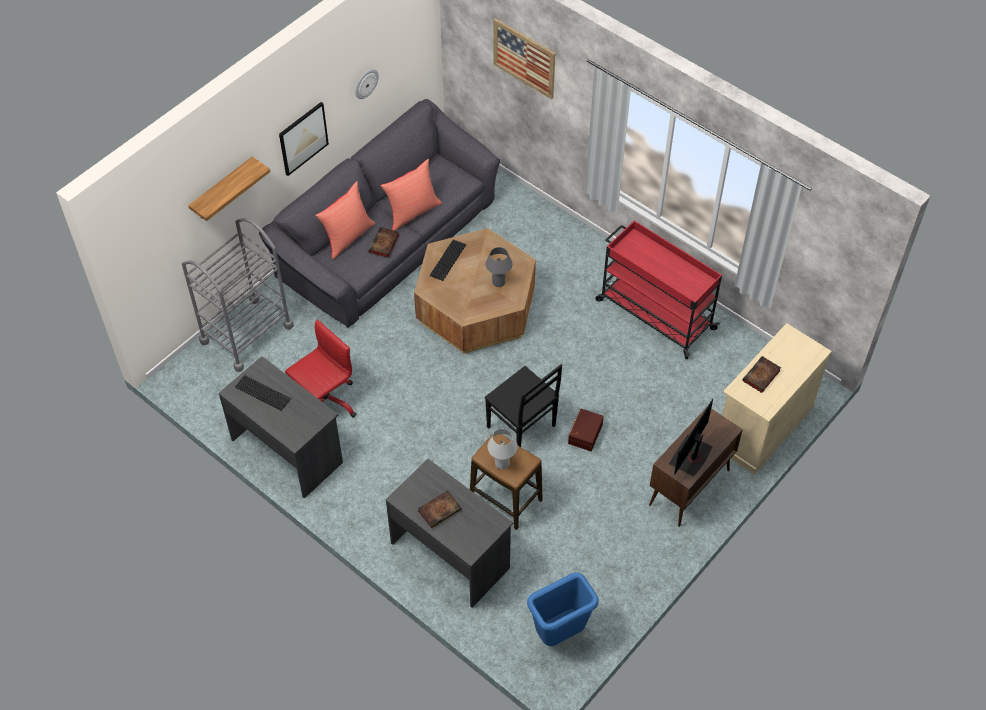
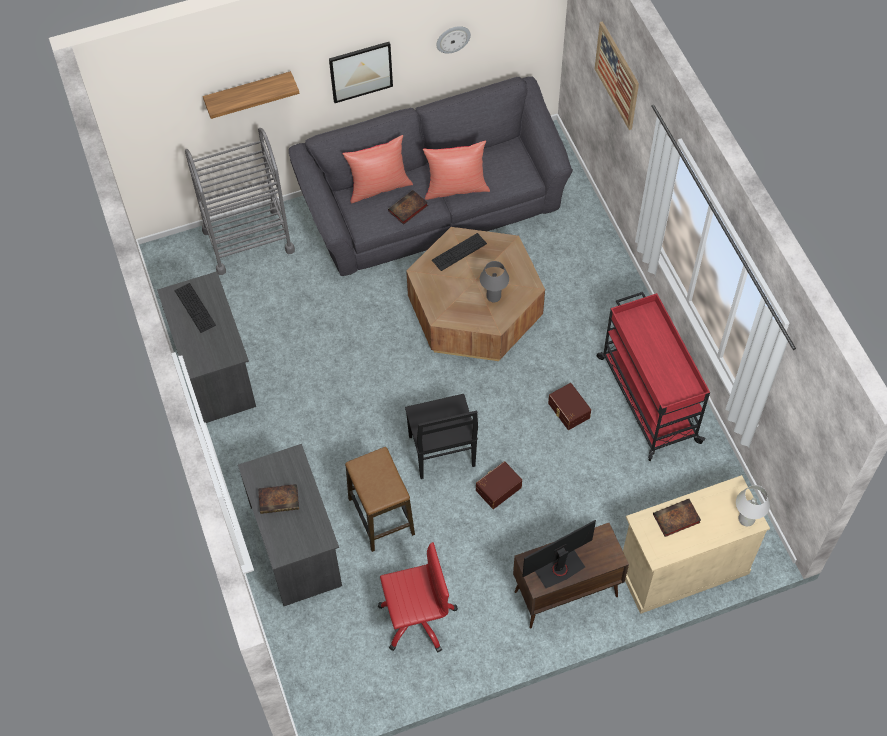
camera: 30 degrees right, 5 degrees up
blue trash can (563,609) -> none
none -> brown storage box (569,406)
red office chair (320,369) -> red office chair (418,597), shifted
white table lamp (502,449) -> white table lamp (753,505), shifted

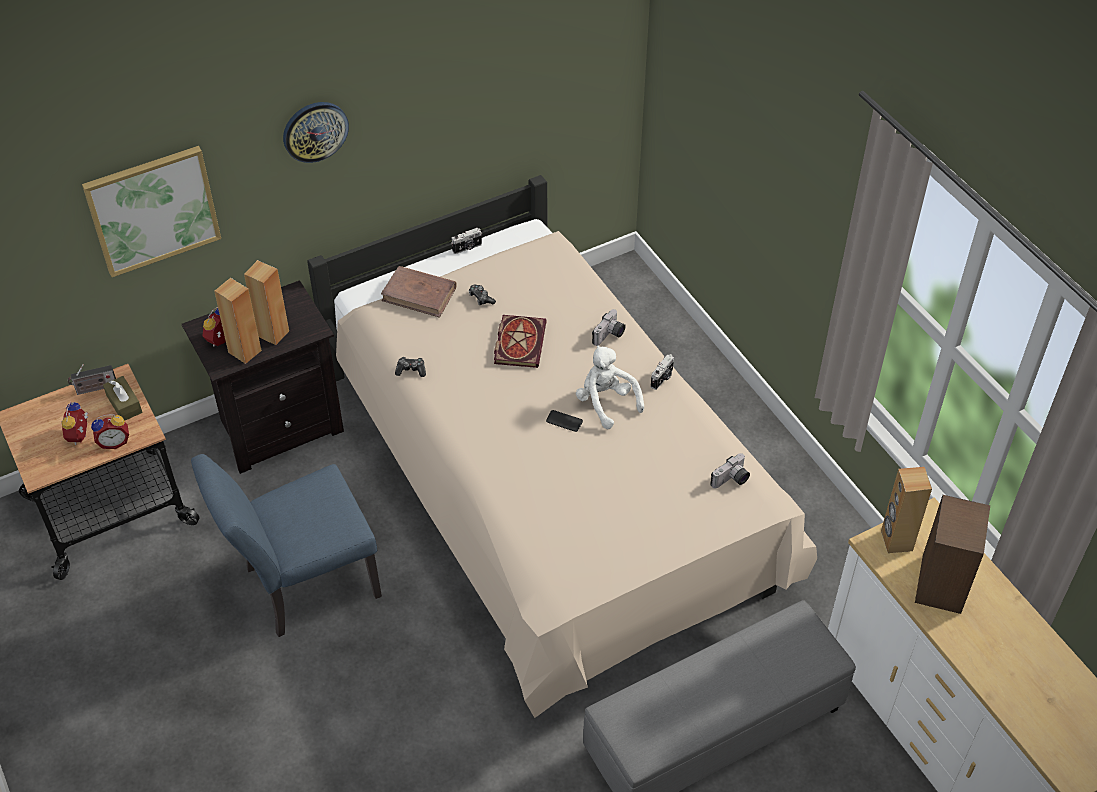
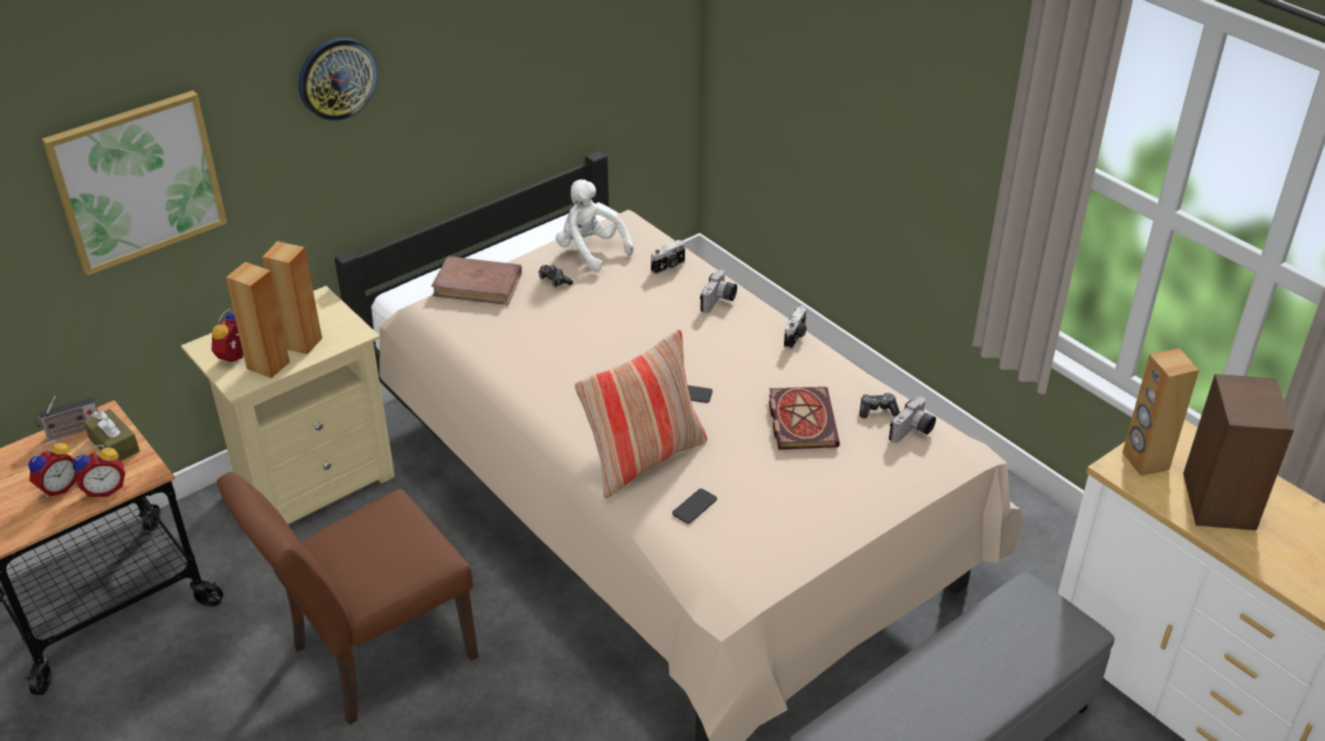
camera: 10 degrees left, 10 degrees down
none -> pillow (641,414)
none -> phone (694,506)
game controller (410,367) -> game controller (879,405), shifted
photo camera (466,241) -> photo camera (668,257), shifted
book (520,341) -> book (804,418), shifted
white plush toy (610,387) -> white plush toy (594,225), shifted
black nightstand (263,377) -> beige nightstand (288,405)
blue chair (286,545) -> brown chair (347,598)
alarm clock (74,423) -> alarm clock (52,468), 135 degrees counterclockwise

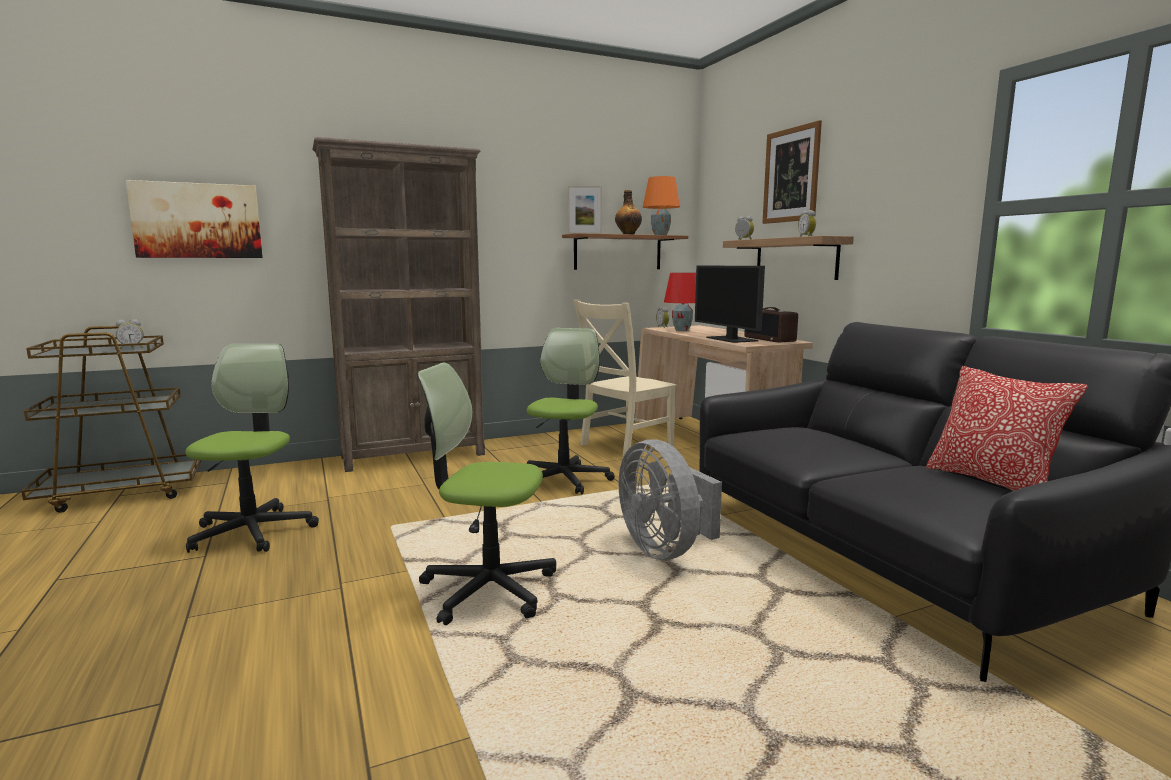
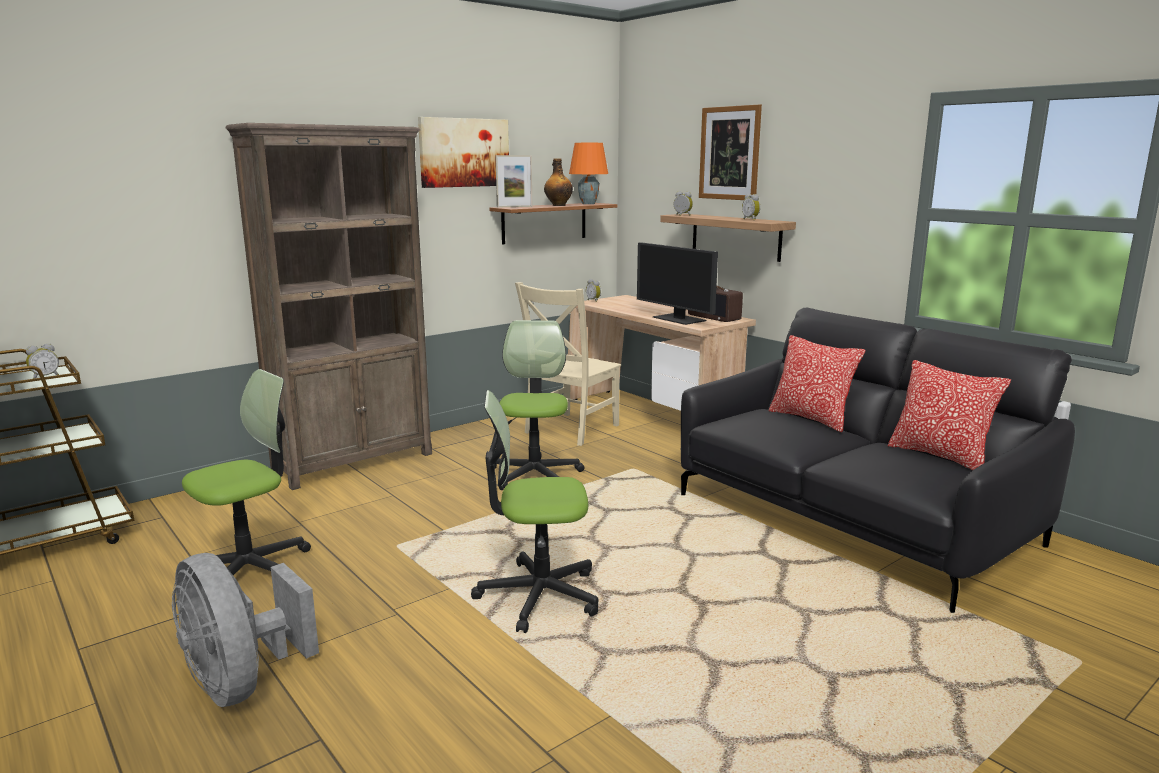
camera: 15 degrees left, 5 degrees up
red table lamp (680,302) -> none
none -> pillow (816,383)
picture (194,219) -> picture (463,152), shifted
grey fan (670,499) -> grey fan (245,630), shifted
office chair (252,448) -> office chair (246,472), 60 degrees clockwise

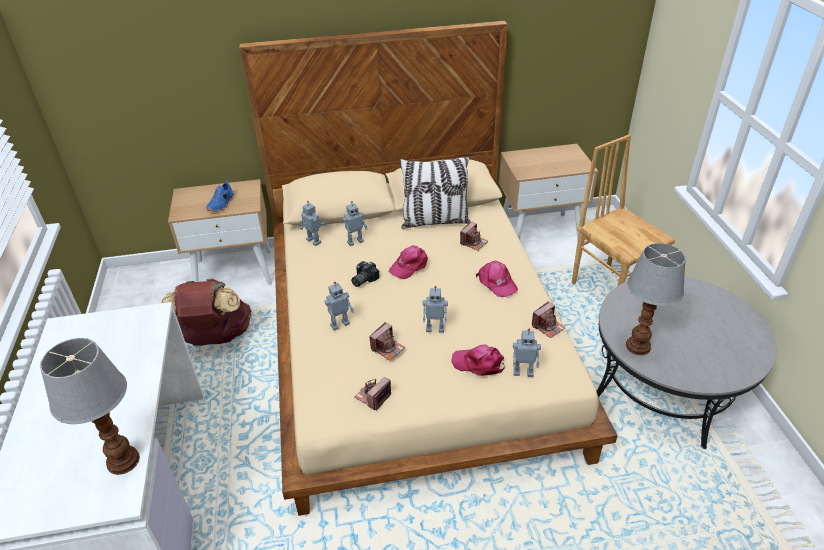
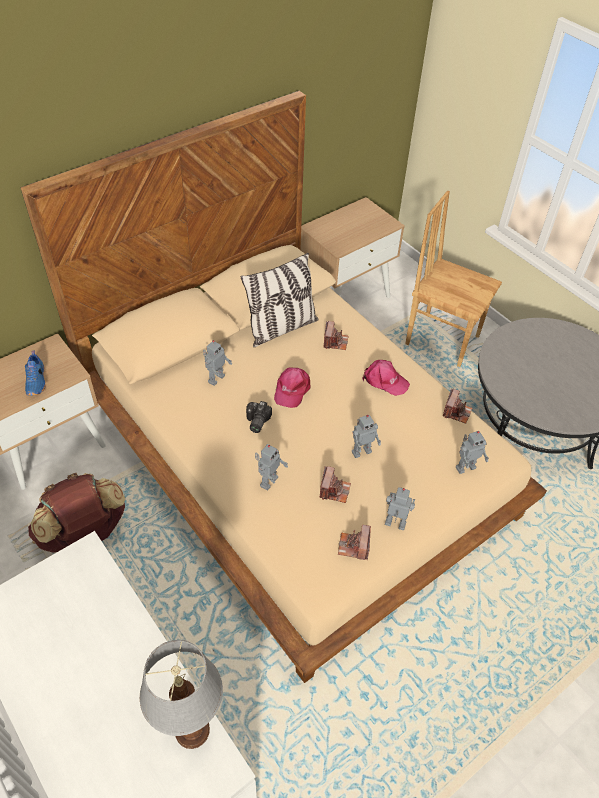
camera: 30 degrees left, 10 degrees up
pink cap (478,360) -> none
table lamp (655,299) -> none
toy robot (312,223) -> toy robot (400,509), shifted

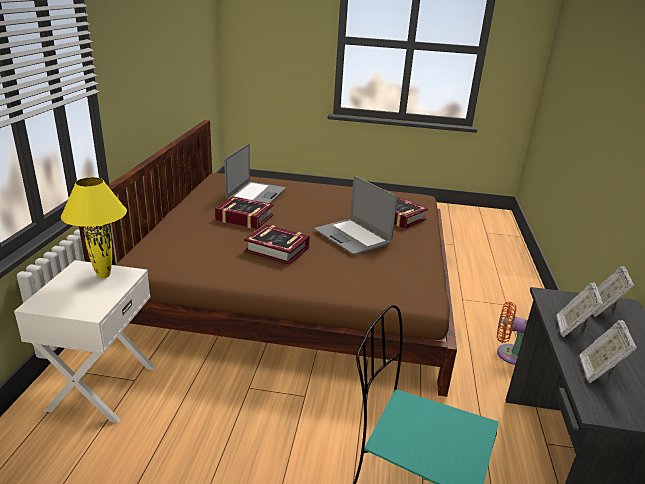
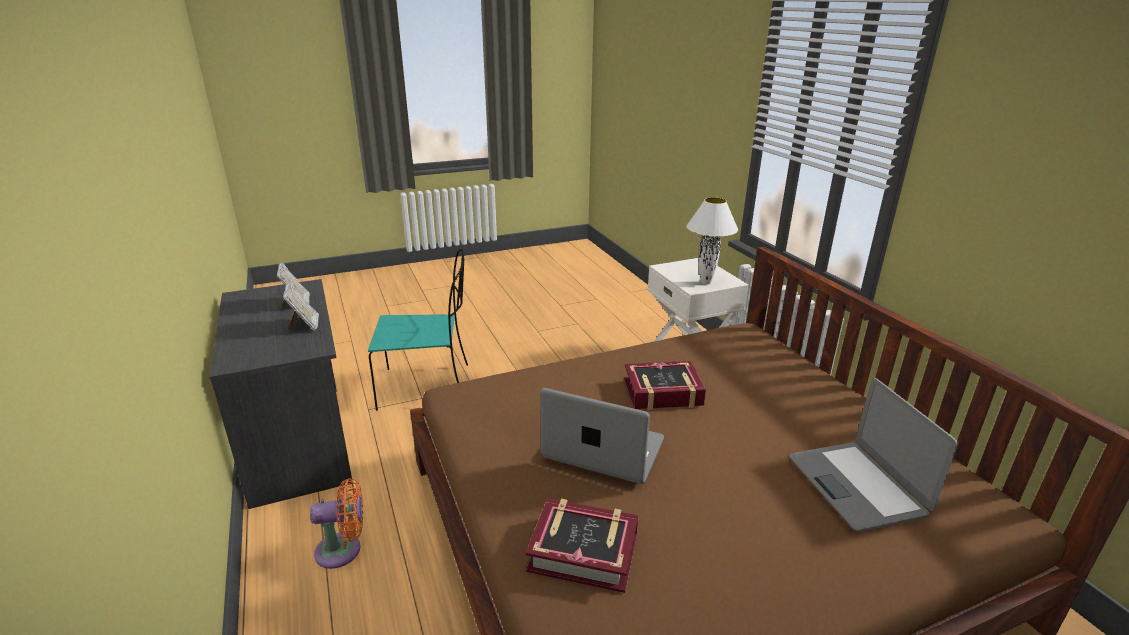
camera: 150 degrees right, 0 degrees up
book (244,212) -> none
picture frame (614,291) -> none
yellow table lamp (94,227) -> white table lamp (712,241)

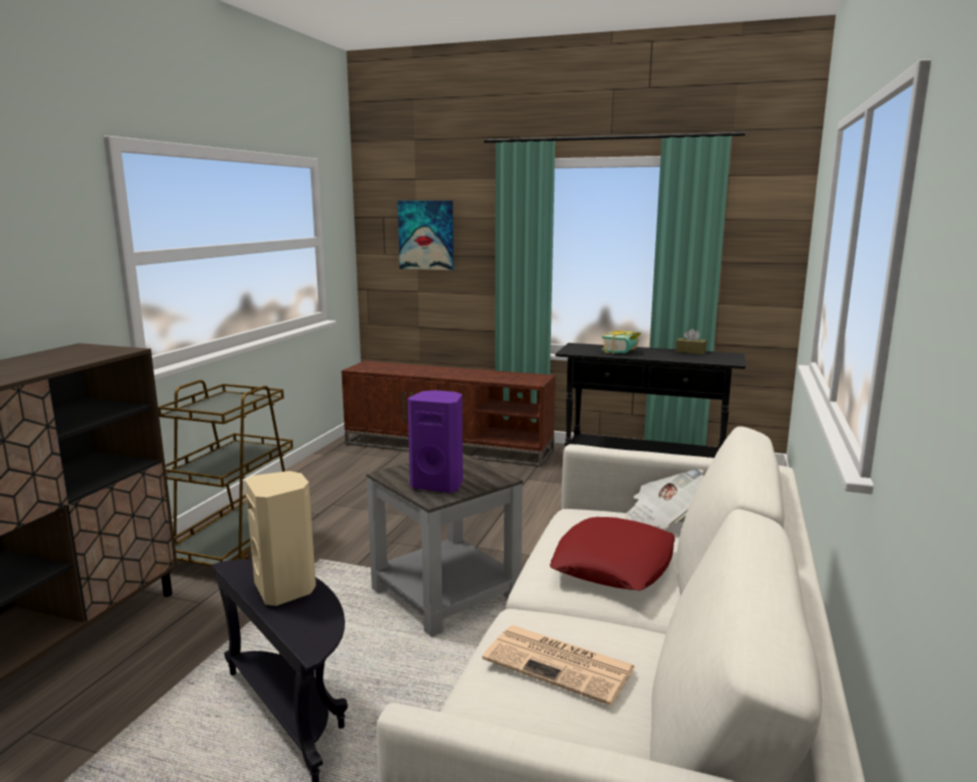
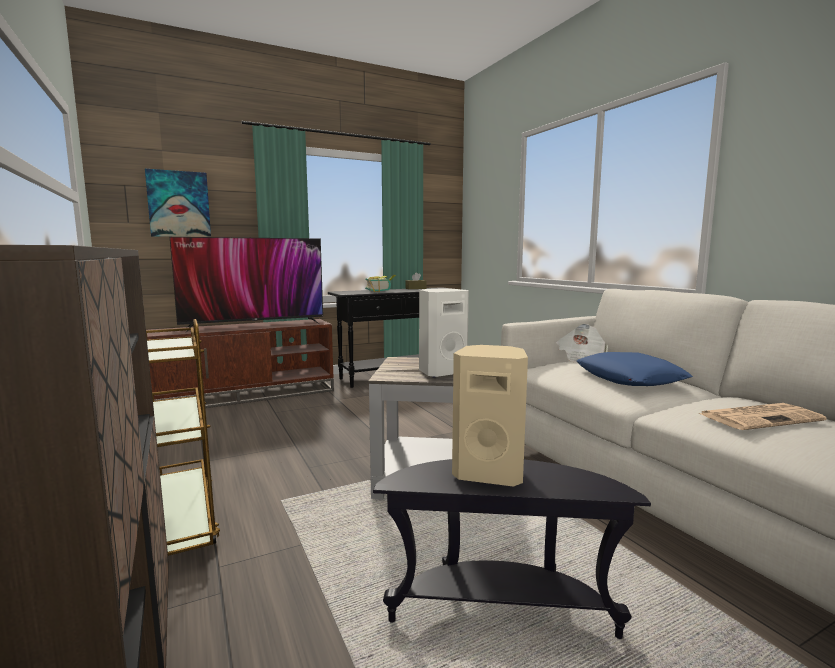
camera: 45 degrees left, 5 degrees down
none -> television (246,285)
purple speaker (435,441) -> white speaker (444,332)
red pillow (612,553) -> blue pillow (634,369)

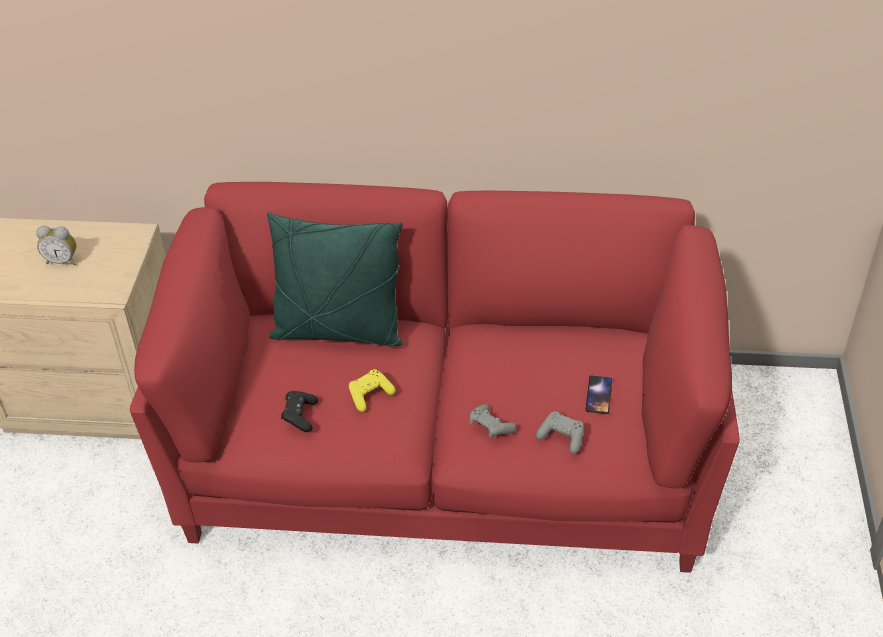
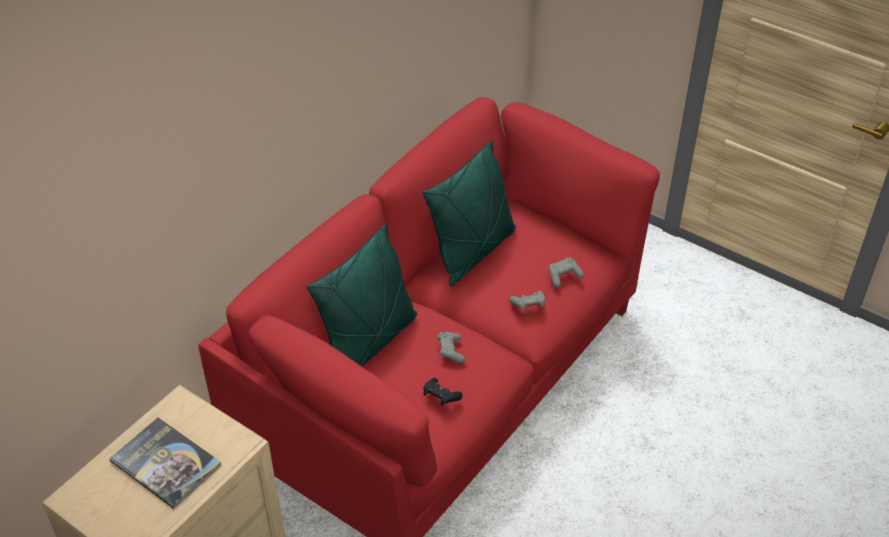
camera: 60 degrees left, 0 degrees up
phone (599,395) -> none
none -> green pillow (469,213)
alarm clock (56,246) -> book (165,463)
yellow game controller (372,390) -> grey game controller (451,347)

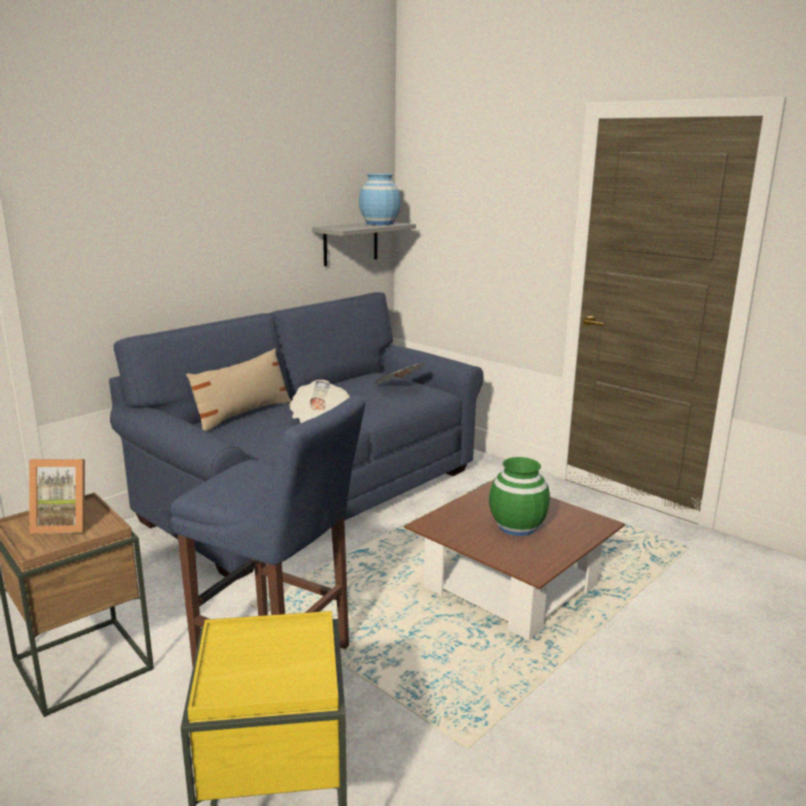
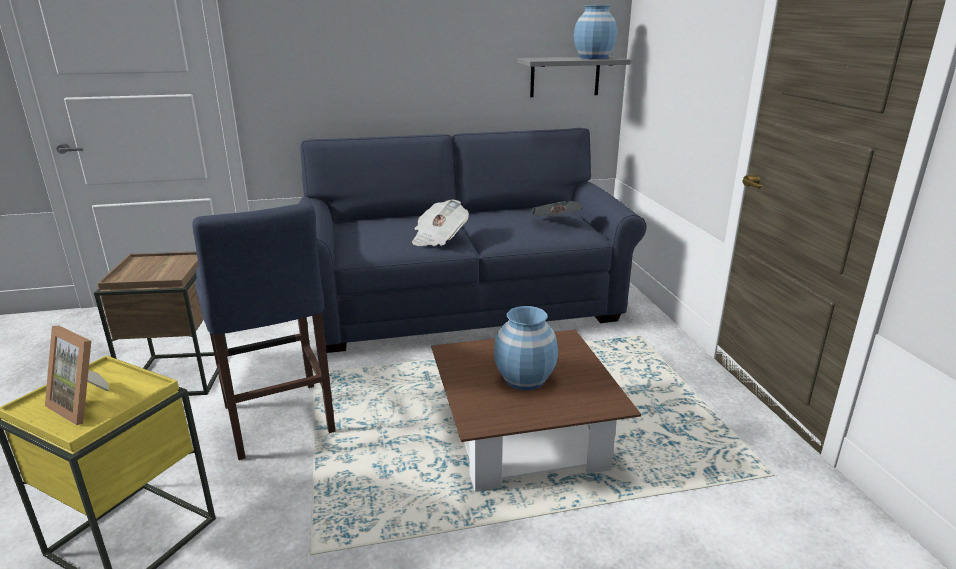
camera: 35 degrees right, 5 degrees up
beige pillow (238,389) -> none
picture frame (57,496) -> picture frame (77,375), shifted
green vase (519,496) -> blue vase (526,348)

